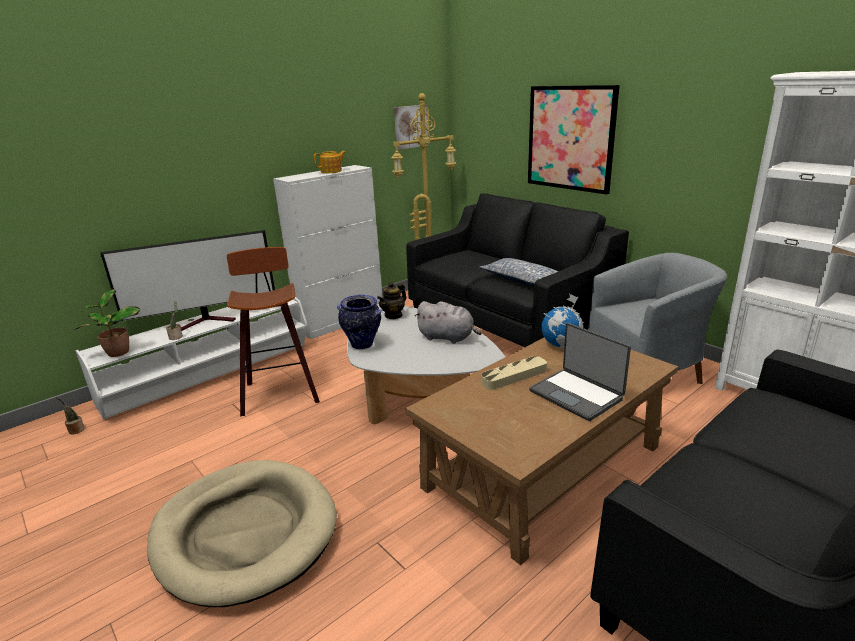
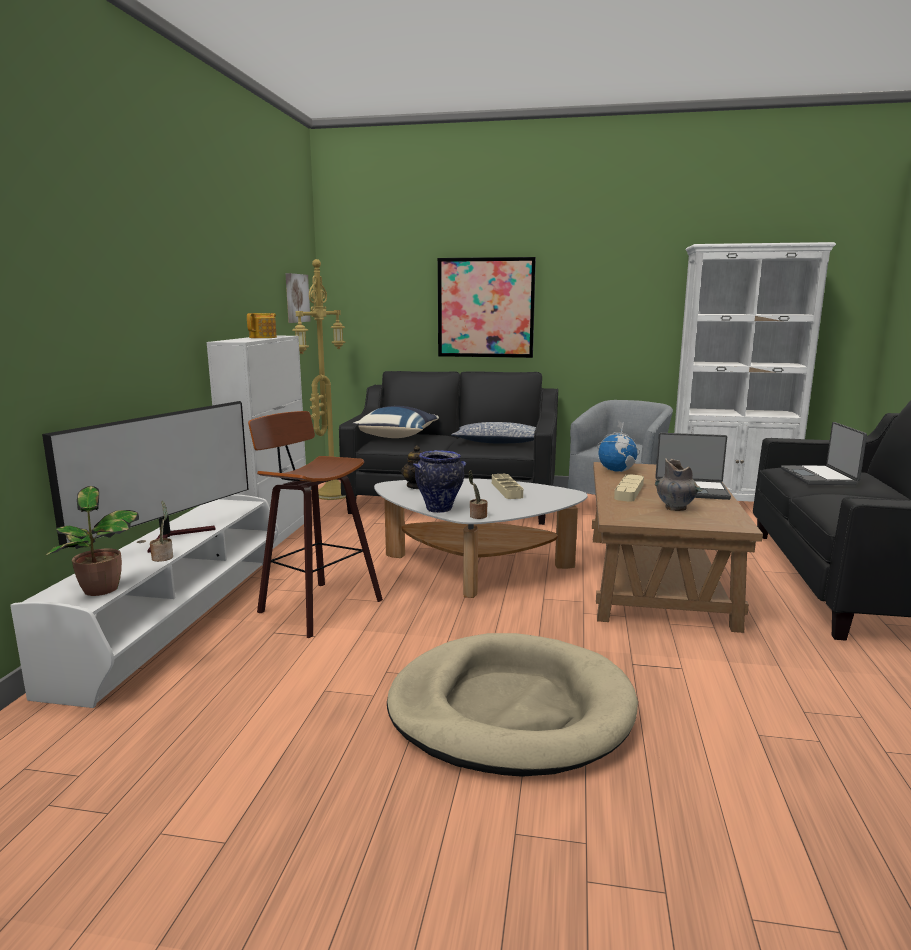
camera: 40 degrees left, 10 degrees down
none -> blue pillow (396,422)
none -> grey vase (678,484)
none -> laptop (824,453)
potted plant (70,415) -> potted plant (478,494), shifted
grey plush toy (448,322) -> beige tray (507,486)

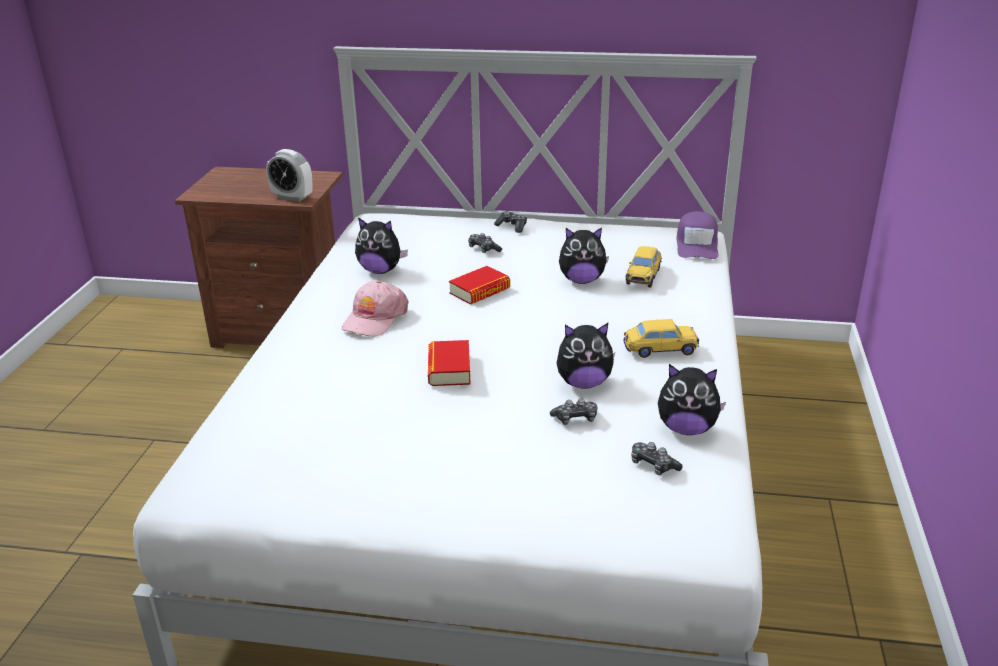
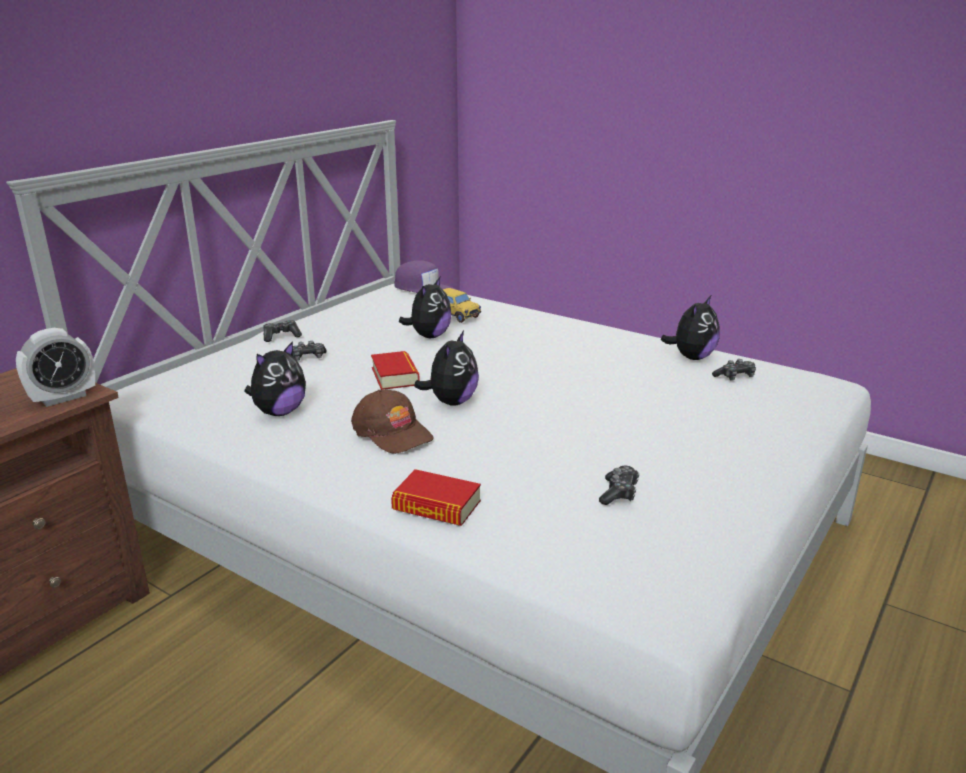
camera: 65 degrees left, 5 degrees down
toy car (661,338) -> none
book (449,363) -> book (436,497), shifted
game controller (573,411) -> game controller (619,485), shifted
plush toy (586,356) -> plush toy (446,368), shifted
pink cap (375,309) -> brown cap (392,422)

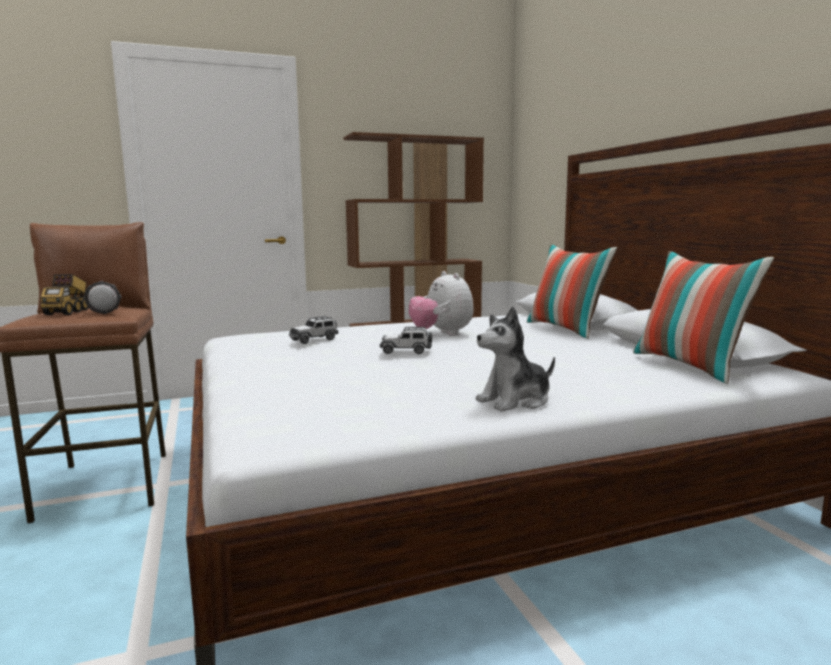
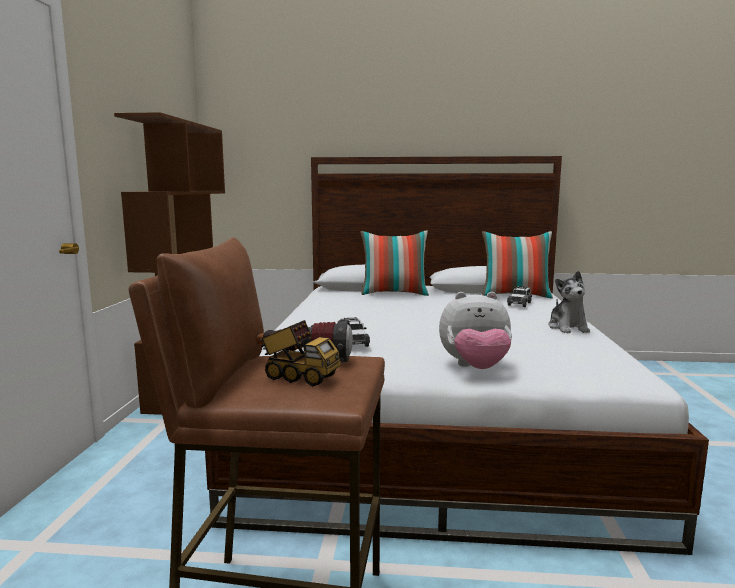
camera: 65 degrees left, 0 degrees up
toy car (406,340) -> toy car (519,296), shifted
plush toy (441,303) -> plush toy (475,330), shifted

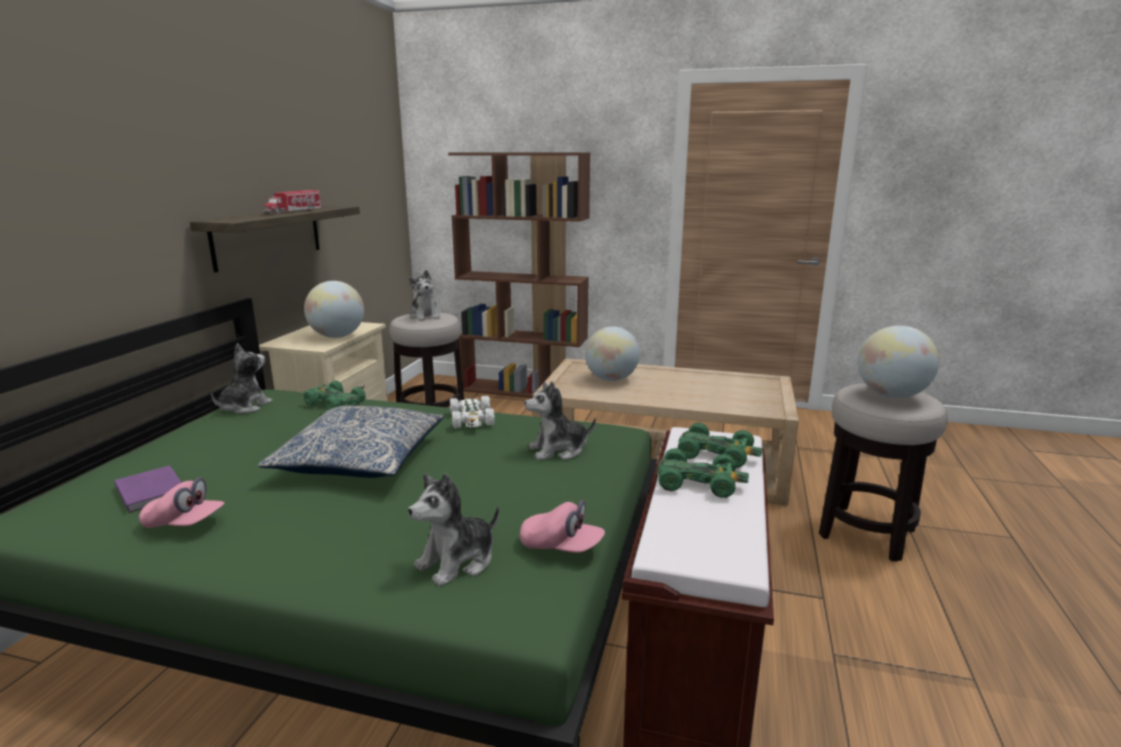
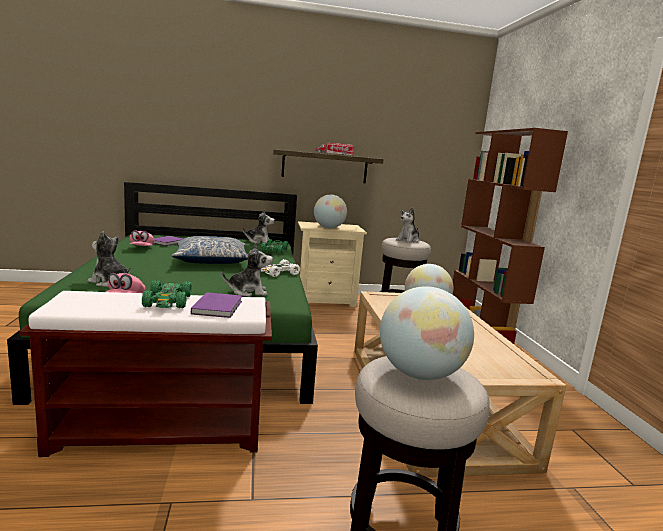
camera: 65 degrees right, 5 degrees down
green toy car (720,445) -> purple book (216,305)
plush toy (560,420) -> plush toy (247,270), 120 degrees clockwise

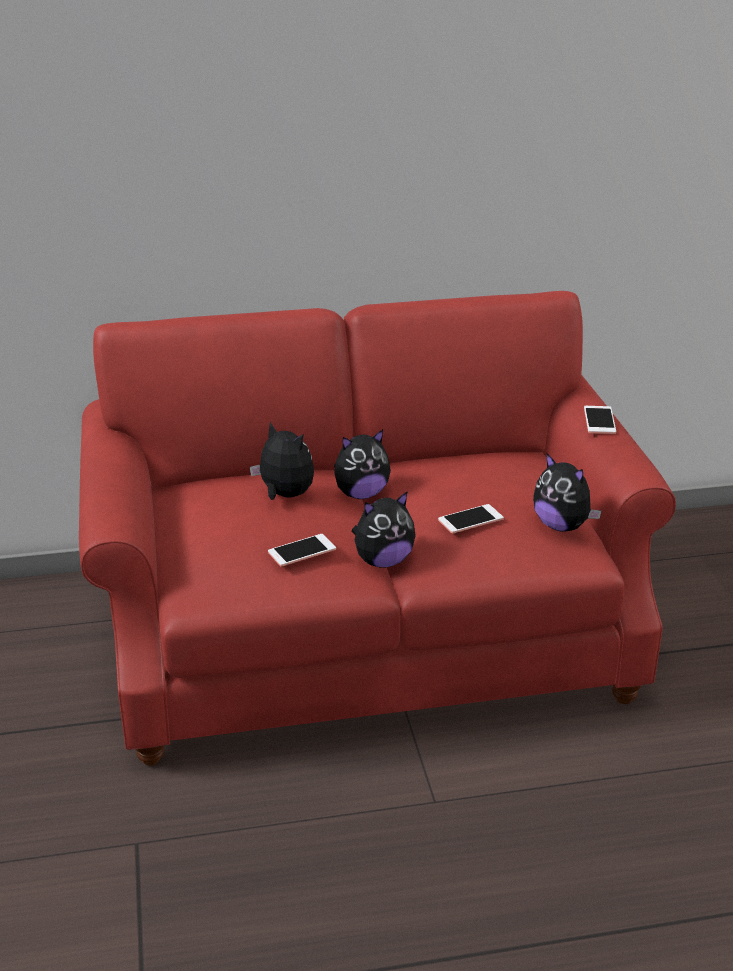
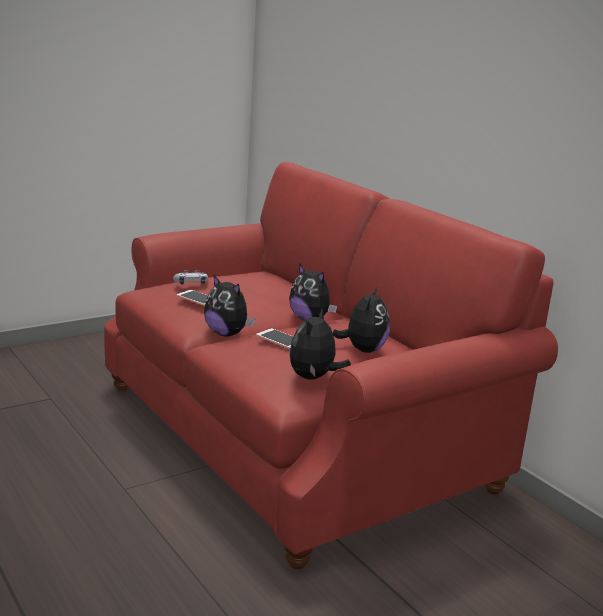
camera: 65 degrees right, 10 degrees down
phone (600,420) -> none
none -> game controller (190,277)
plush toy (282,461) -> plush toy (361,319), shifted

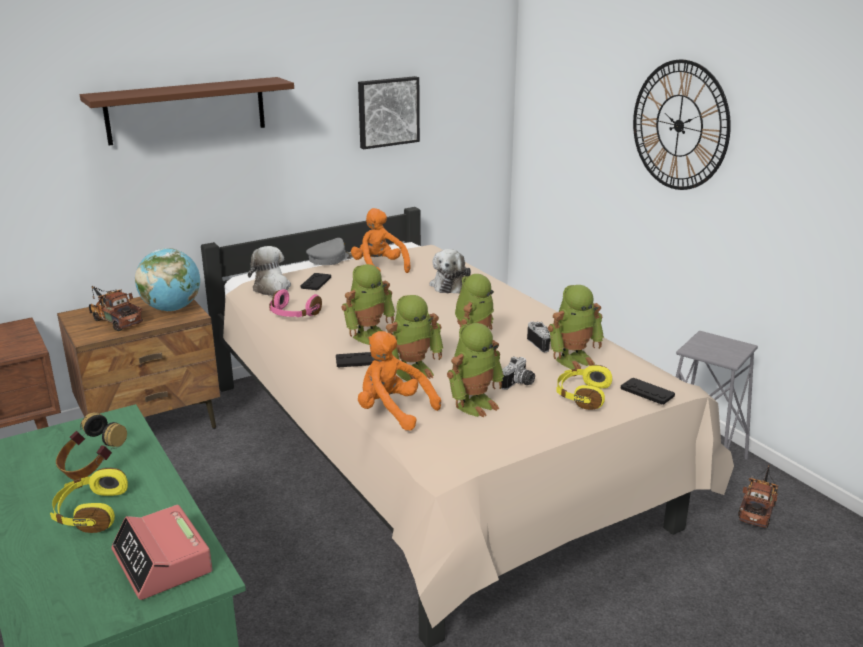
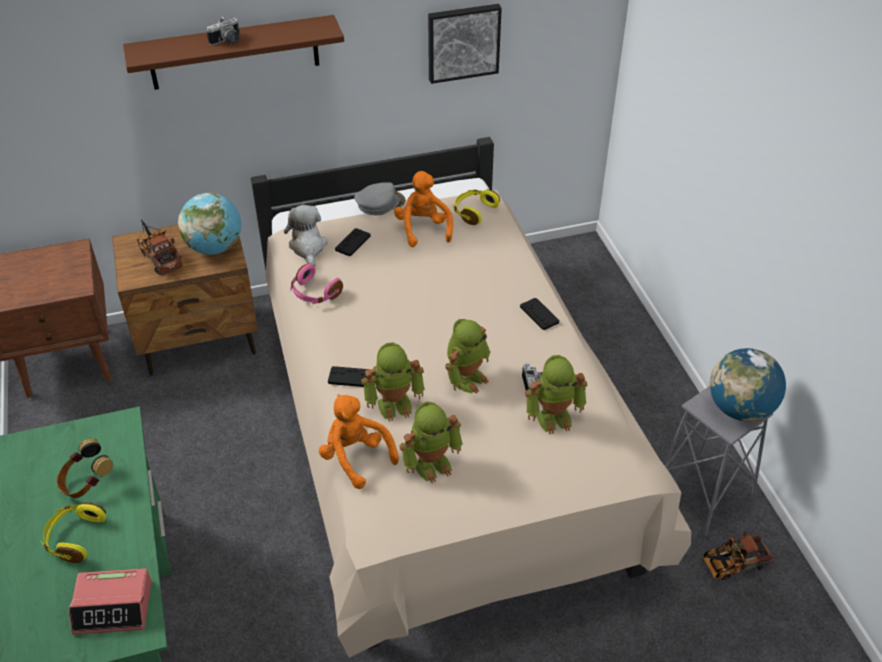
camera: 15 degrees right, 20 degrees up
toy robot (368,304) -> none
plush toy (450,271) -> none
wall clock (682,124) -> none
none -> globe (748,384)
photo camera (518,373) -> photo camera (222,30), shifted
yellow headphones (584,387) -> yellow headphones (476,207), shifted
black game controller (648,391) -> black game controller (539,314), shifted
alarm clock (161,552) -> alarm clock (109,601), 75 degrees counterclockwise
toy truck (758,496) -> toy truck (737,555), 150 degrees counterclockwise

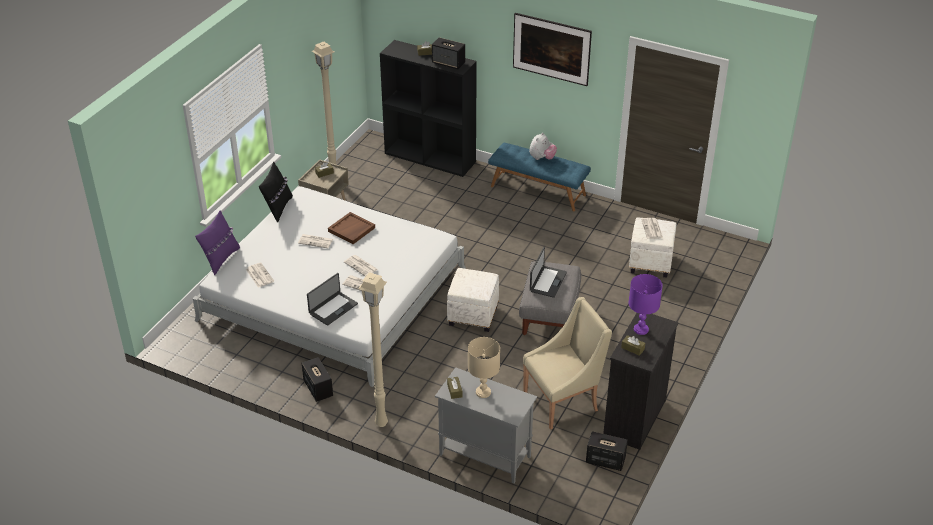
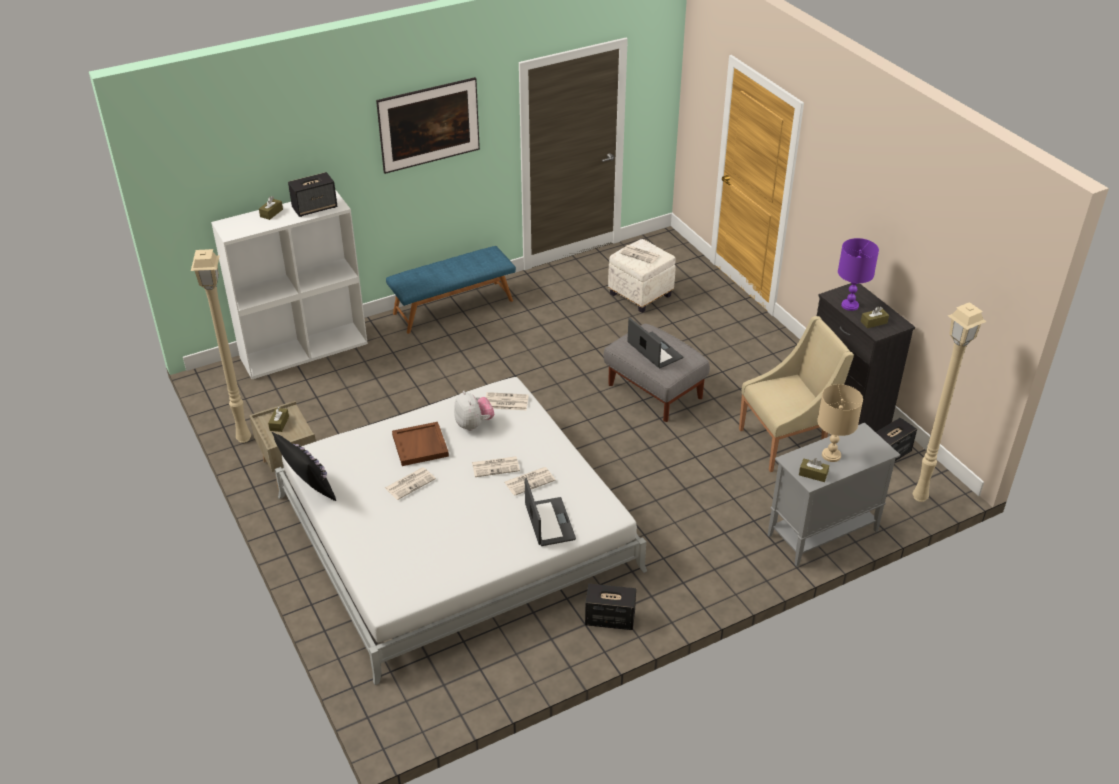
camera: 55 degrees left, 0 degrees up
purple pillow (217,243) -> none
white ottoman (473,300) -> none
newspaper (260,275) -> newspaper (507,401), shifted
beige floor lamp (373,349) -> beige floor lamp (950,402), shifted
plush toy (543,146) -> plush toy (474,411), shifted
black bookcase (428,108) -> white bookcase (289,284)
beige armchair (567,363) -> beige armchair (796,394), 60 degrees clockwise

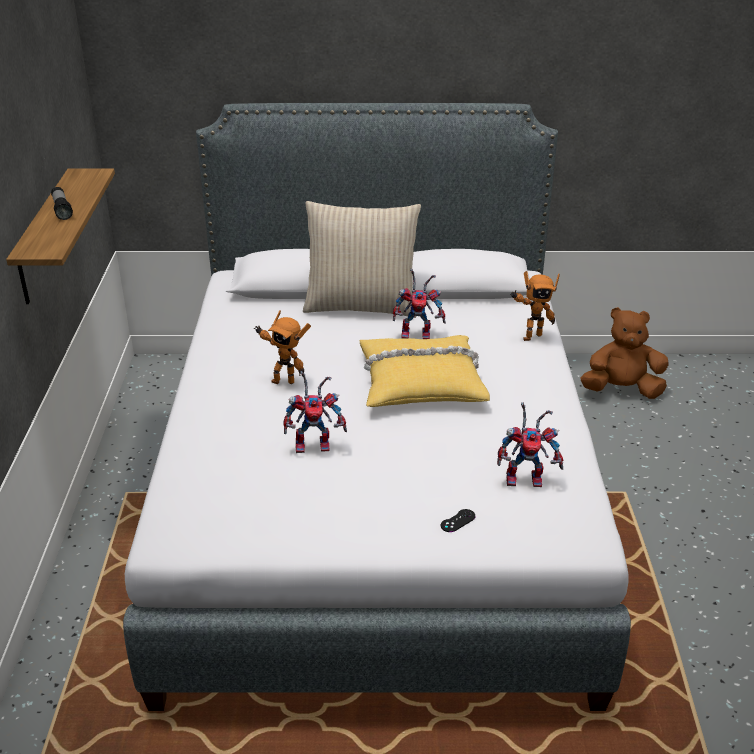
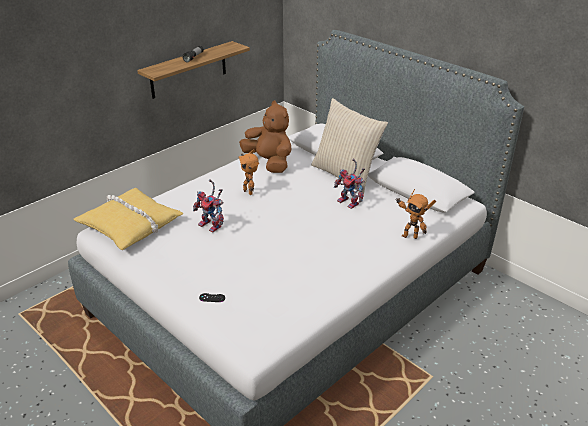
camera: 45 degrees right, 0 degrees up
toy robot (530,444) -> none
yellow pillow (425,371) -> yellow pillow (128,219), shifted
brown plush toy (625,353) -> brown plush toy (265,136), shifted

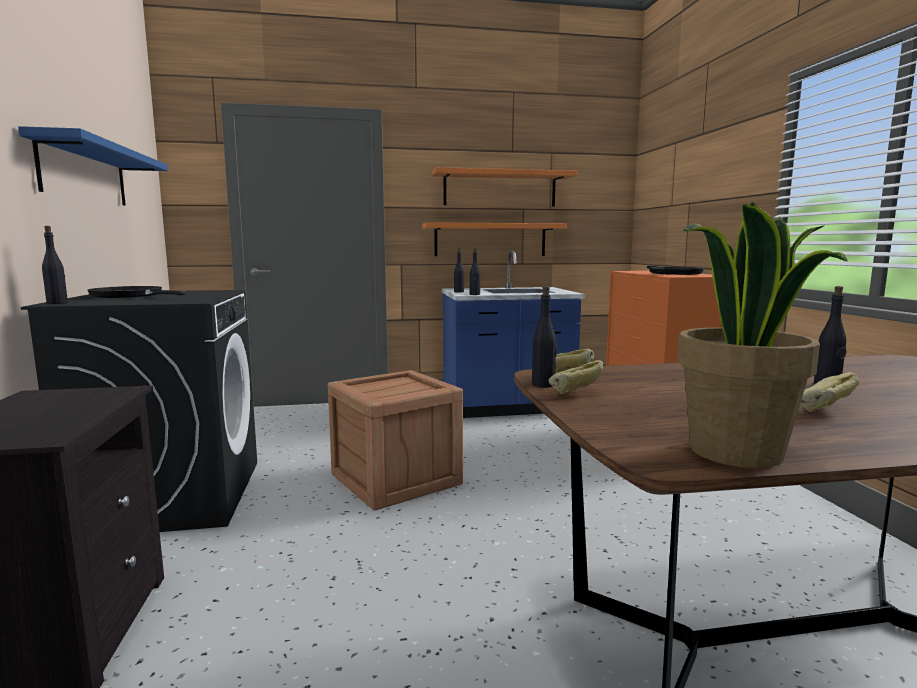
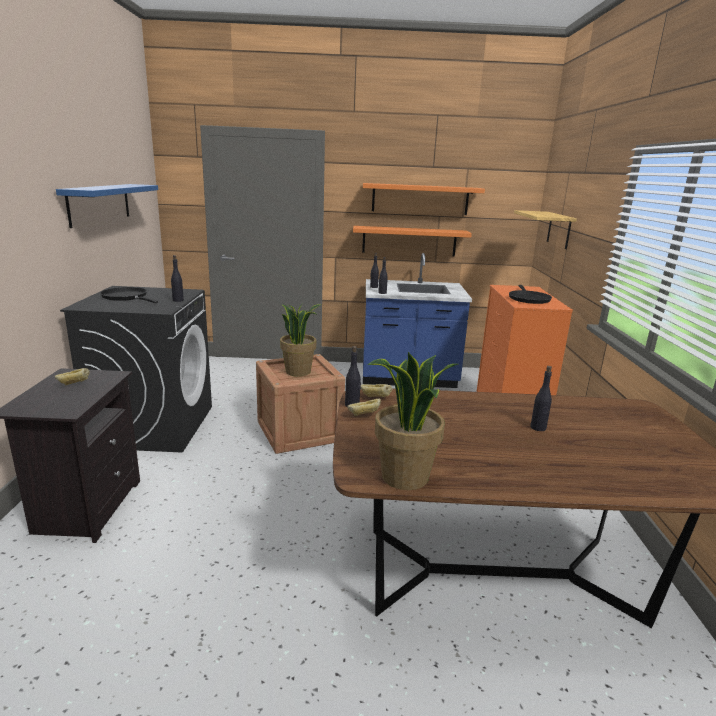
camera: 10 degrees right, 10 degrees up
none -> potted plant (301,340)
none -> shelf (545,229)
black bottle (55,265) -> black bottle (177,278), shifted
bread (829,392) -> bread (72,376), shifted

